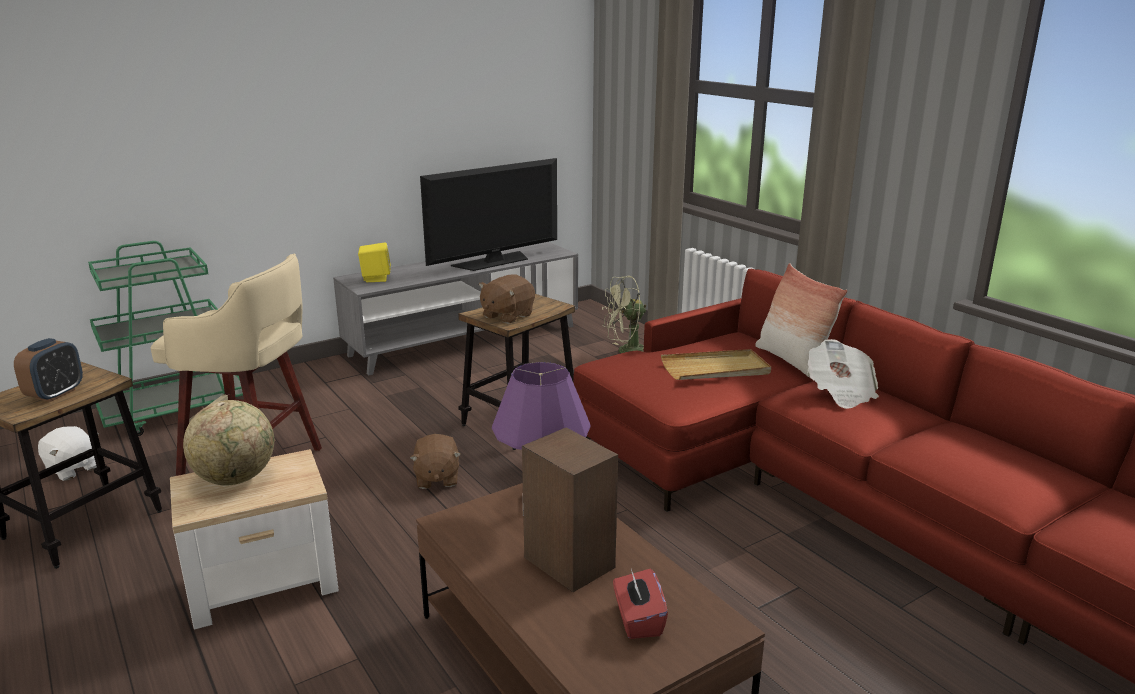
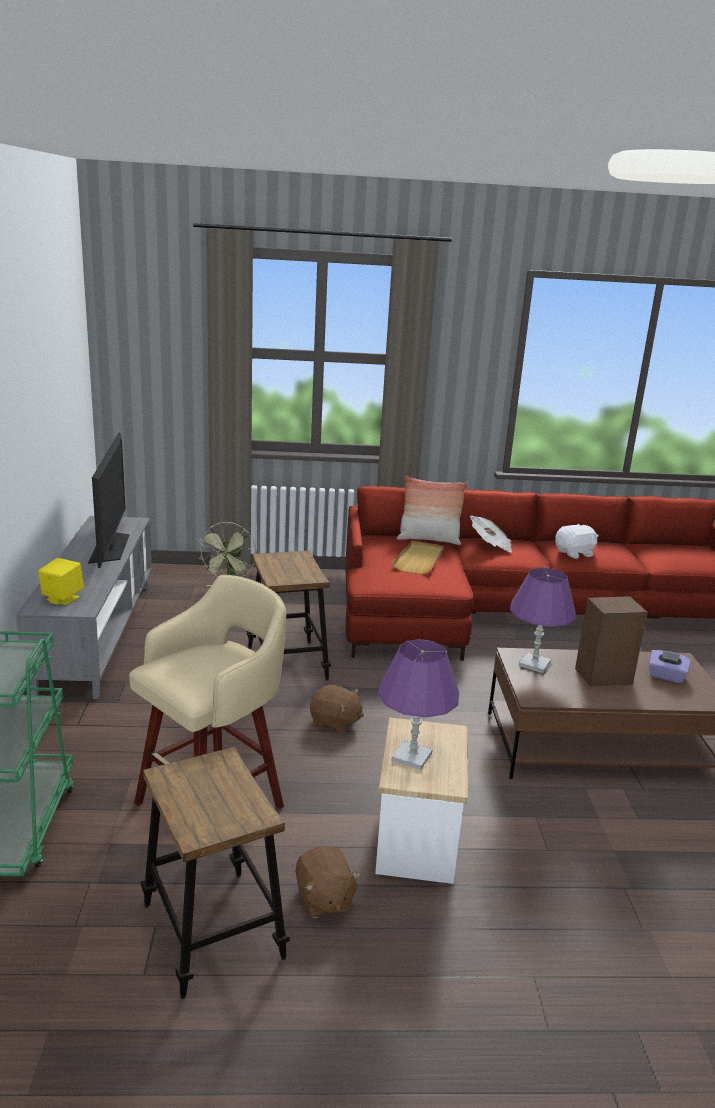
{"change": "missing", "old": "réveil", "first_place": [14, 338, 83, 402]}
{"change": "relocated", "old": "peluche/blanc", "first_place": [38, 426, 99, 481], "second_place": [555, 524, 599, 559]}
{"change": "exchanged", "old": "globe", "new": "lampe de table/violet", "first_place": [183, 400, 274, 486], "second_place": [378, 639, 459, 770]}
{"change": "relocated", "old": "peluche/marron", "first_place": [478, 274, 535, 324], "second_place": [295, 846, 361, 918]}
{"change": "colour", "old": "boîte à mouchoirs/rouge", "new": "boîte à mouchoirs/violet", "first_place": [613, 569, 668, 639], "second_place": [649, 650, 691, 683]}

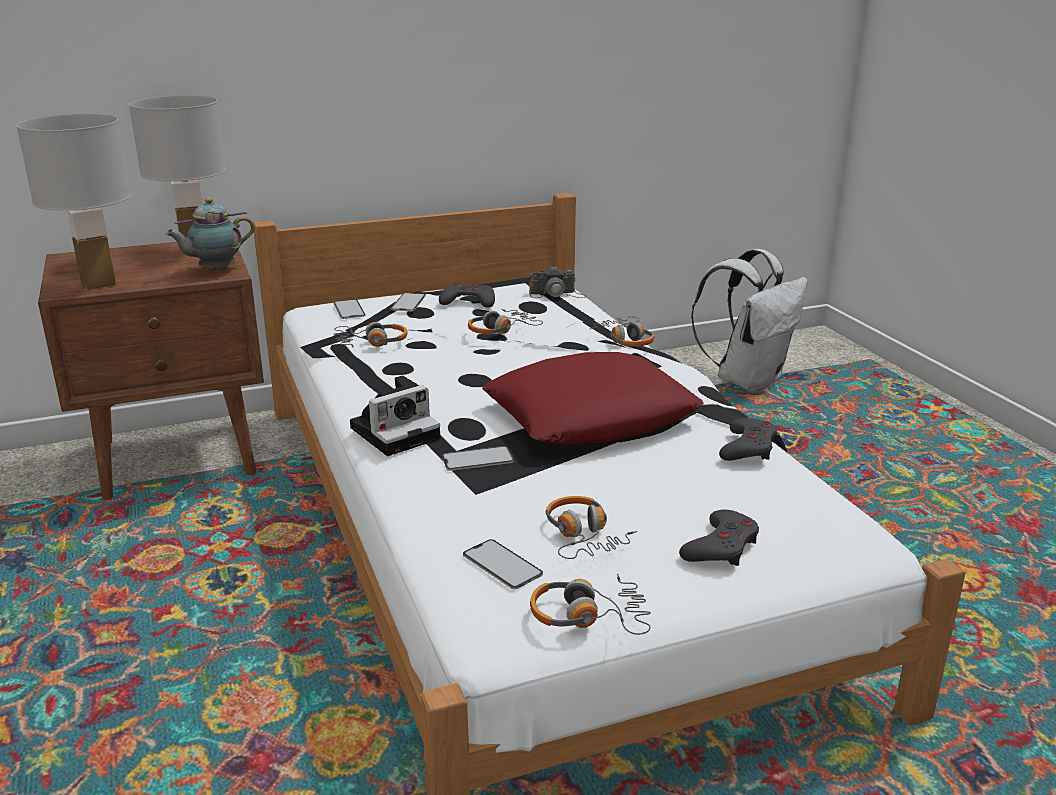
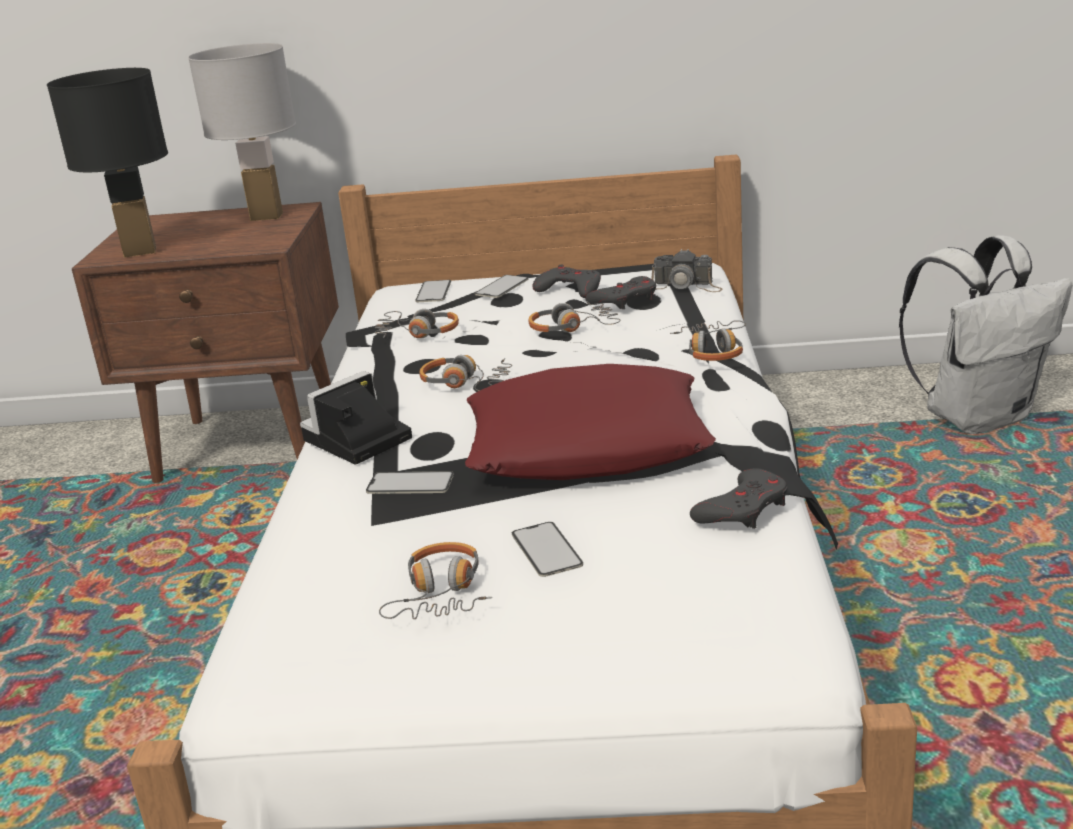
{"change": "colour", "old": "lampe de table/blanc", "new": "lampe de table/noir", "first_place": [16, 114, 131, 290], "second_place": [47, 68, 168, 258]}
{"change": "missing", "old": "théière", "first_place": [165, 198, 255, 272]}
{"change": "spun", "old": "appareil photo", "first_place": [350, 375, 440, 456], "second_place": [300, 371, 412, 465], "degrees": 150}
{"change": "relocated", "old": "téléphone", "first_place": [463, 539, 543, 589], "second_place": [512, 522, 583, 577]}
{"change": "relocated", "old": "casque audio", "first_place": [530, 574, 651, 635], "second_place": [419, 355, 512, 391]}
{"change": "relocated", "old": "manette/gris", "first_place": [679, 510, 759, 566], "second_place": [586, 276, 656, 309]}

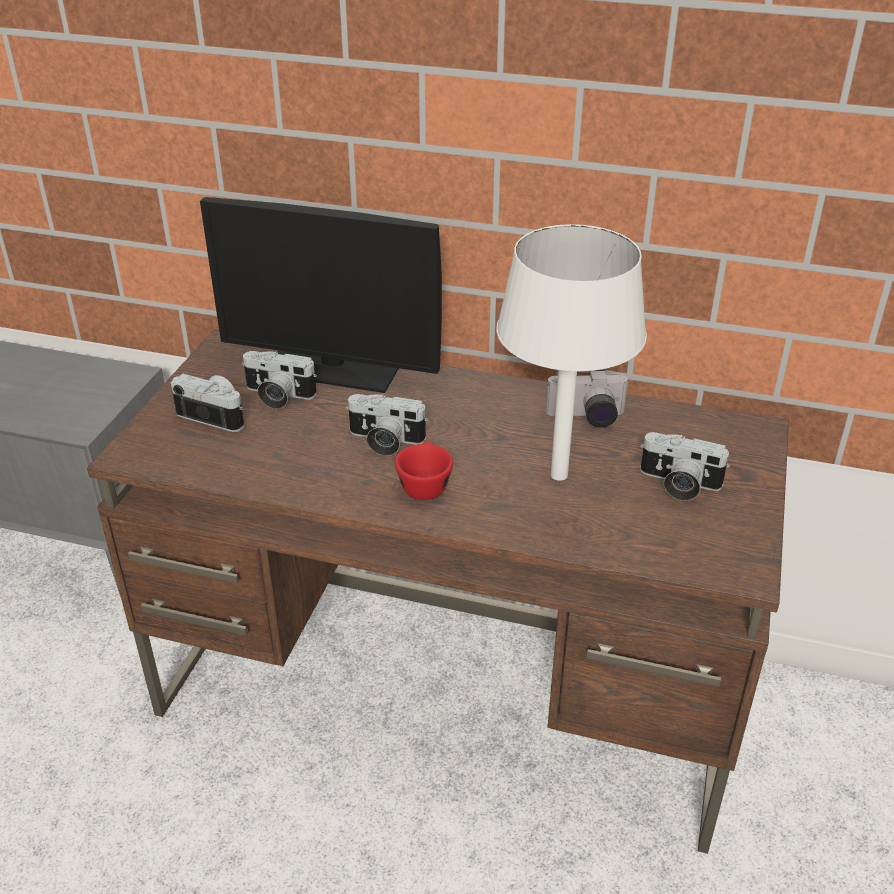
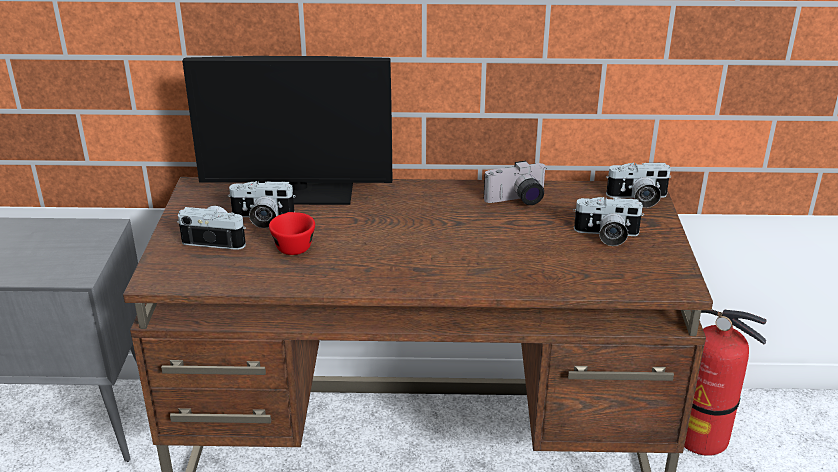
{"change": "relocated", "old": "appareil photo", "first_place": [346, 394, 428, 456], "second_place": [606, 162, 671, 208]}
{"change": "relocated", "old": "tasse/rouge", "first_place": [395, 441, 453, 500], "second_place": [269, 212, 315, 255]}
{"change": "missing", "old": "lampe de table/blanc", "first_place": [496, 224, 647, 481]}
{"change": "appeared", "new": "extincteur", "second_place": [684, 310, 767, 456]}

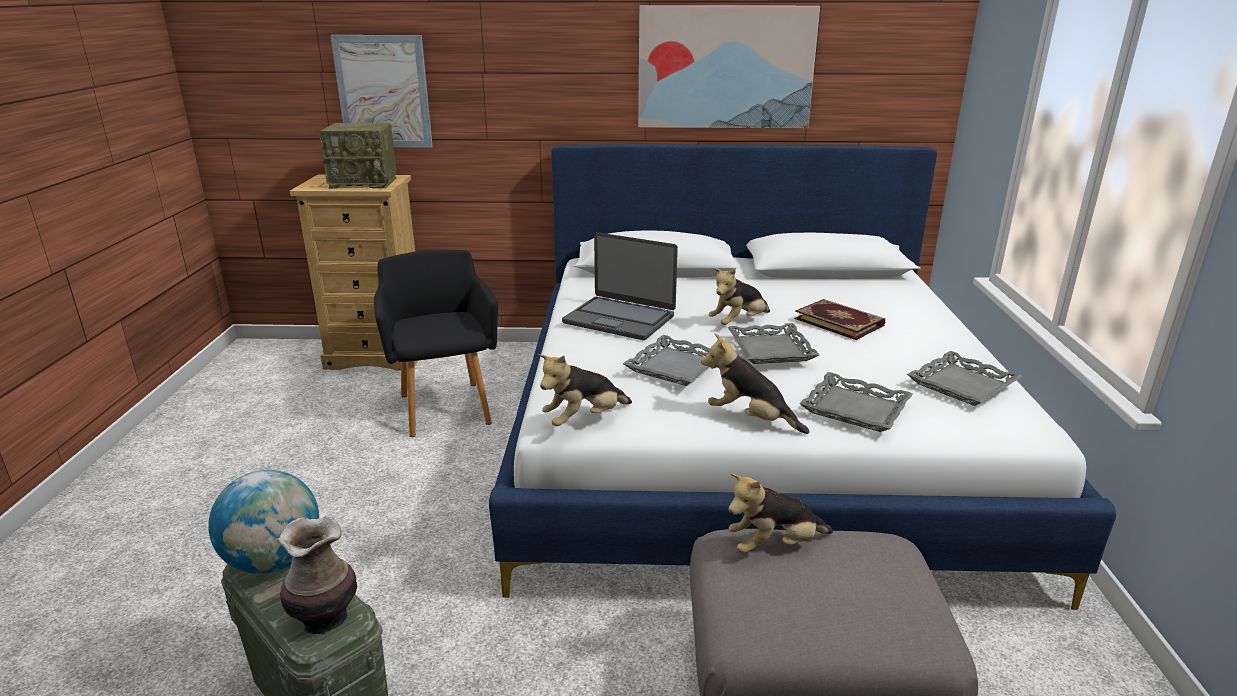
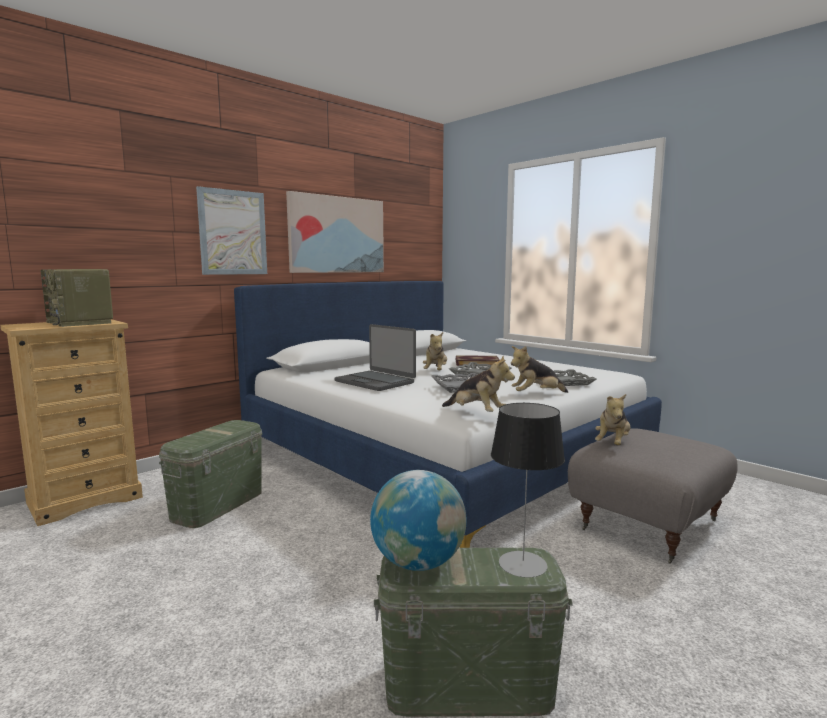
{"change": "exchanged", "old": "vase", "new": "lampe de table", "first_place": [277, 516, 357, 635], "second_place": [491, 403, 565, 578]}
{"change": "spun", "old": "radio", "first_place": [319, 123, 397, 189], "second_place": [41, 269, 113, 327], "degrees": 90}
{"change": "relocated", "old": "tableau", "first_place": [330, 35, 433, 148], "second_place": [196, 186, 267, 275]}
{"change": "exchanged", "old": "fauteuil/noir", "new": "boîte de rangement/vert", "first_place": [374, 250, 498, 437], "second_place": [159, 420, 262, 528]}
{"change": "spun", "old": "peluche", "first_place": [539, 354, 632, 426], "second_place": [442, 355, 515, 412], "degrees": -60}
{"change": "spun", "old": "ordinateur portable", "first_place": [562, 232, 678, 340], "second_place": [335, 324, 416, 391], "degrees": 60}
{"change": "missing", "old": "plateau/gris", "first_place": [907, 351, 1023, 406]}

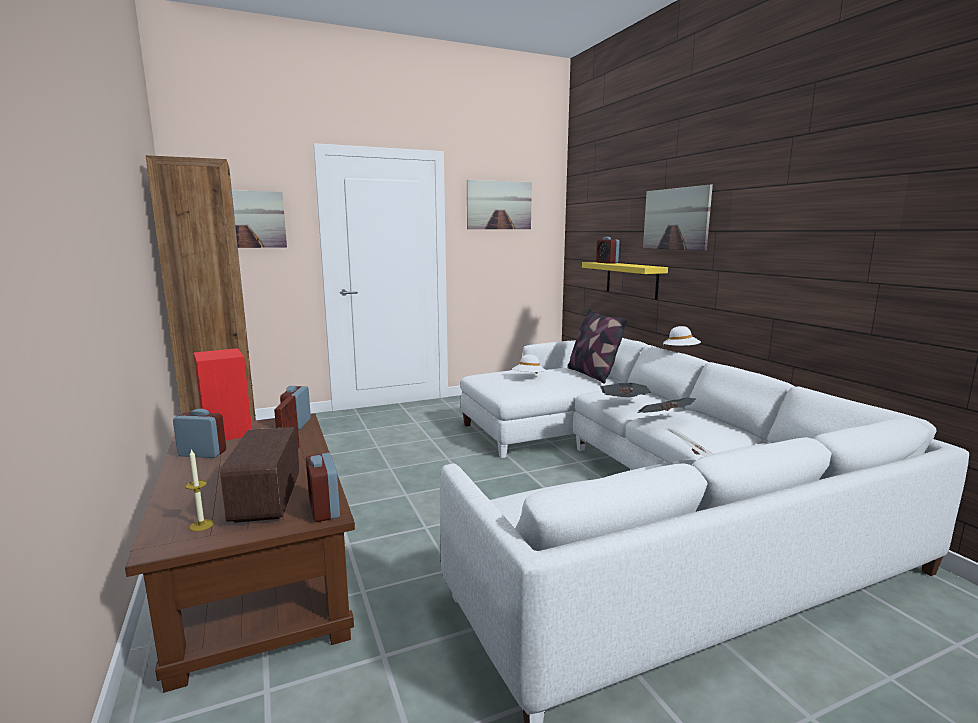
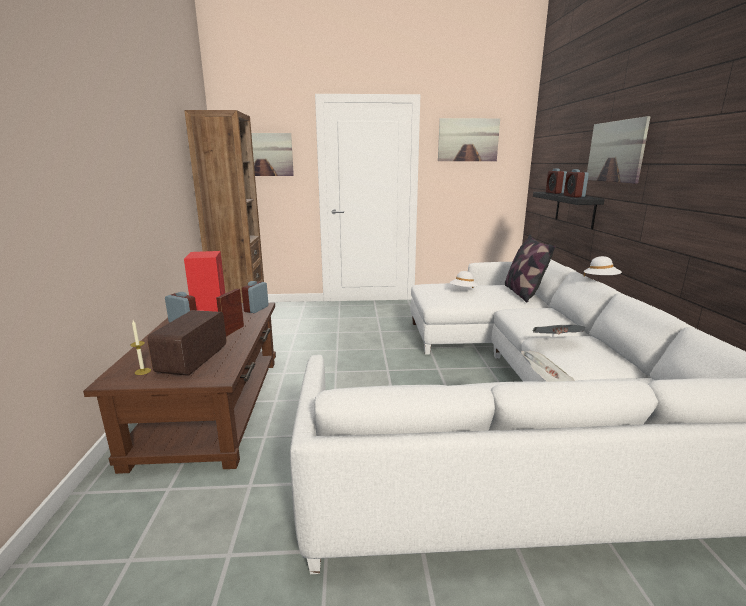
{"change": "relocated", "old": "réveil", "first_place": [306, 453, 340, 522], "second_place": [564, 169, 589, 197]}
{"change": "colour", "old": "étagère/jaune", "new": "étagère/noir", "first_place": [582, 262, 668, 299], "second_place": [533, 192, 605, 229]}
{"change": "missing", "old": "journal", "first_place": [600, 383, 650, 397]}

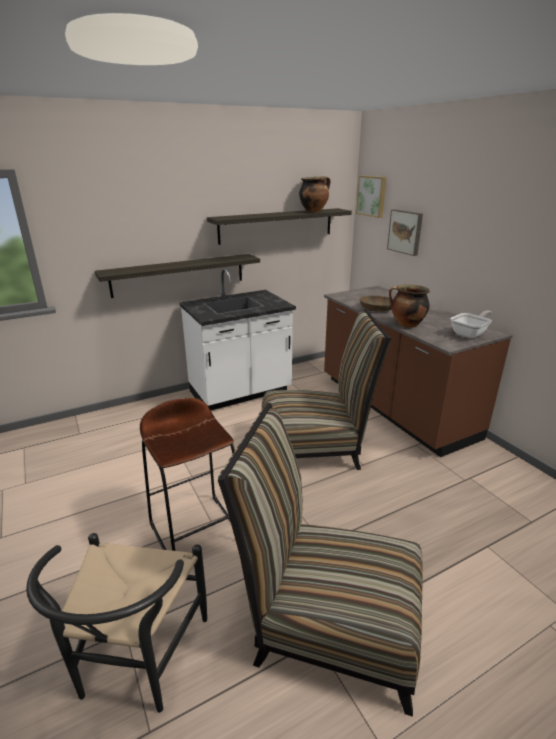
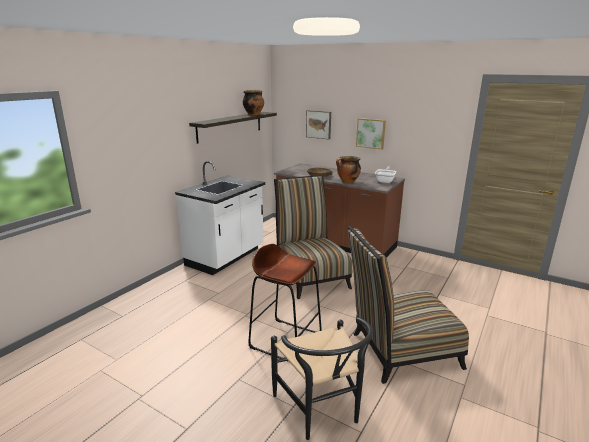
{"change": "missing", "old": "étagère", "first_place": [95, 254, 260, 298]}
{"change": "spun", "old": "chaise", "first_place": [262, 309, 391, 470], "second_place": [274, 175, 352, 299], "degrees": -75}
{"change": "relocated", "old": "tableau", "first_place": [356, 176, 386, 218], "second_place": [356, 118, 386, 150]}

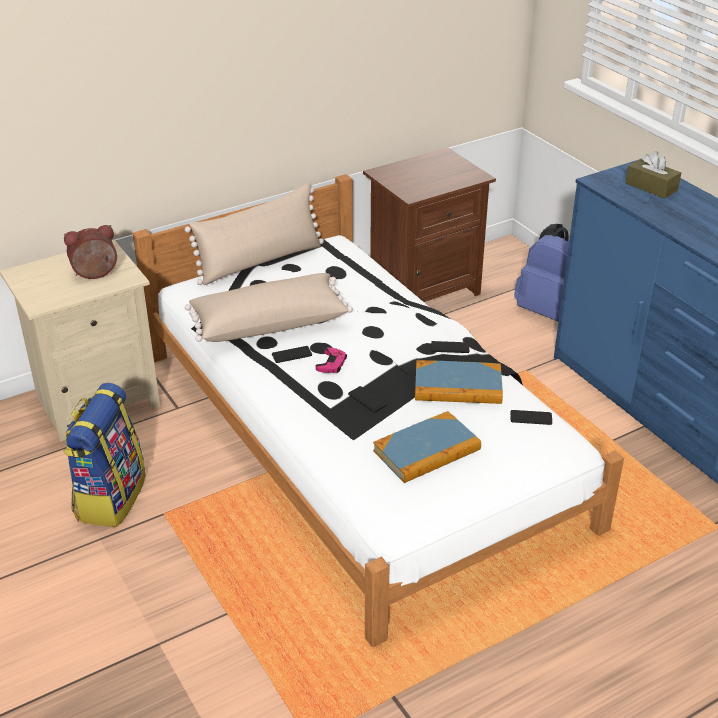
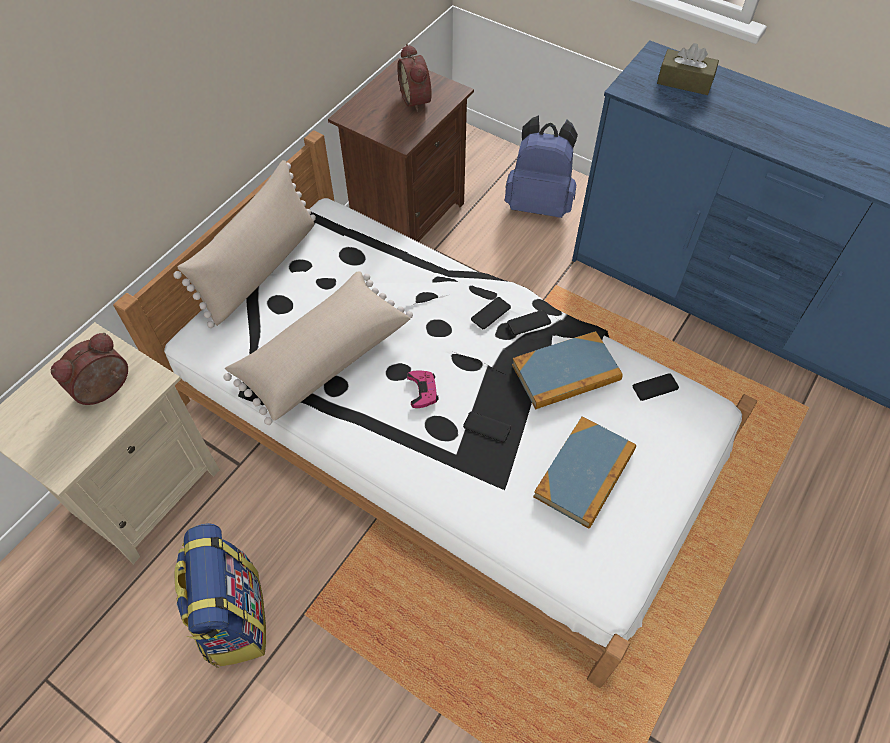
{"change": "relocated", "old": "téléphone", "first_place": [272, 346, 312, 363], "second_place": [471, 297, 511, 329]}
{"change": "appeared", "new": "réveil", "second_place": [397, 44, 432, 112]}

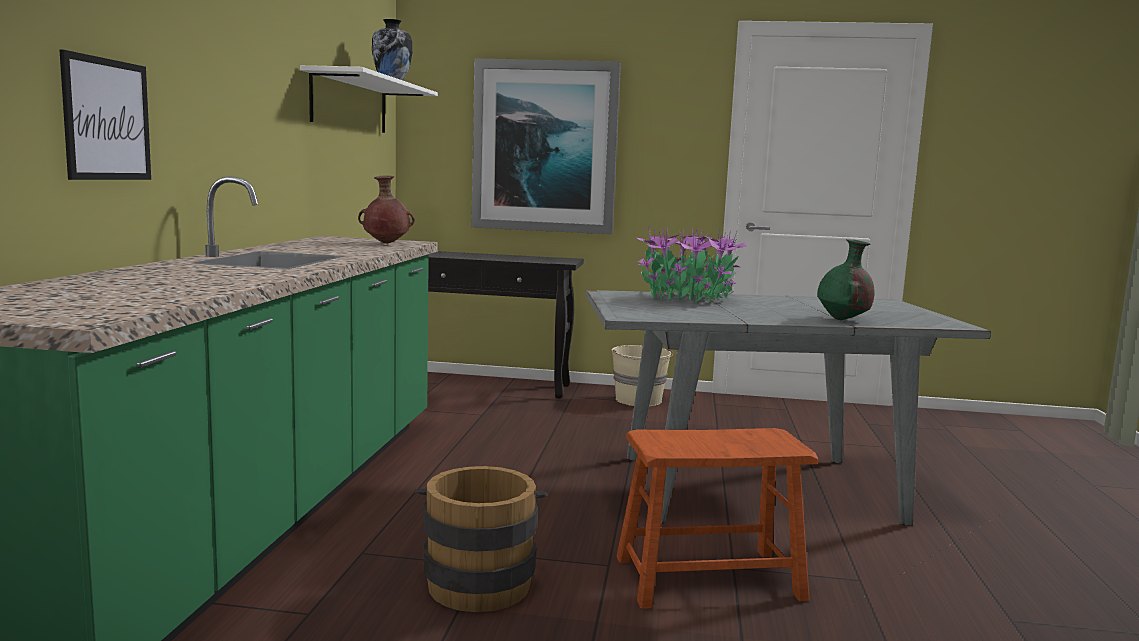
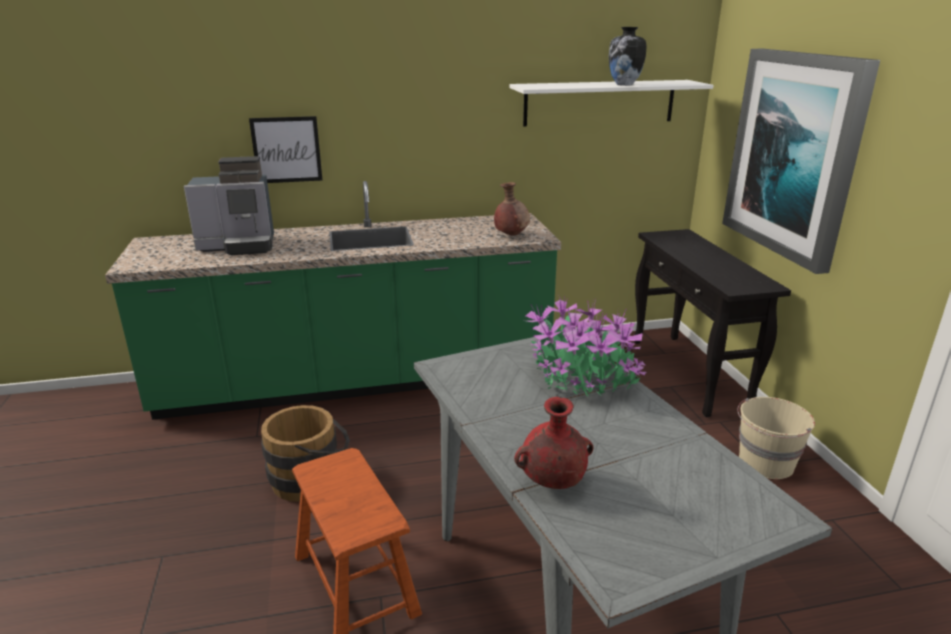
{"change": "colour", "old": "vase/vert", "new": "vase/rouge", "first_place": [817, 239, 875, 320], "second_place": [514, 397, 594, 489]}
{"change": "appeared", "new": "machine à café", "second_place": [184, 156, 274, 255]}

